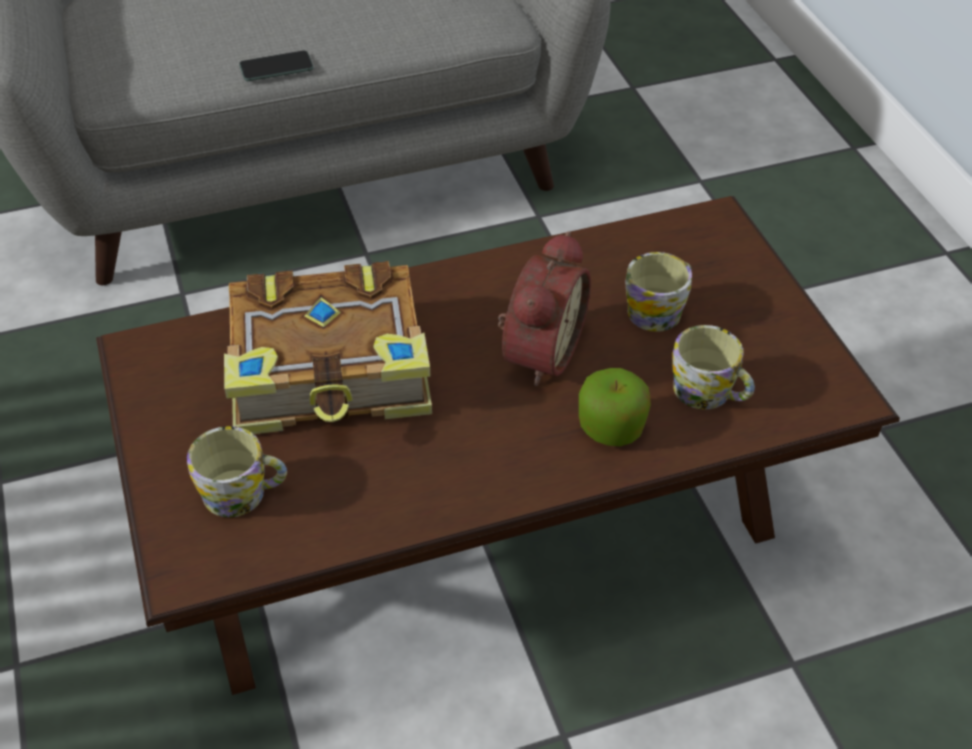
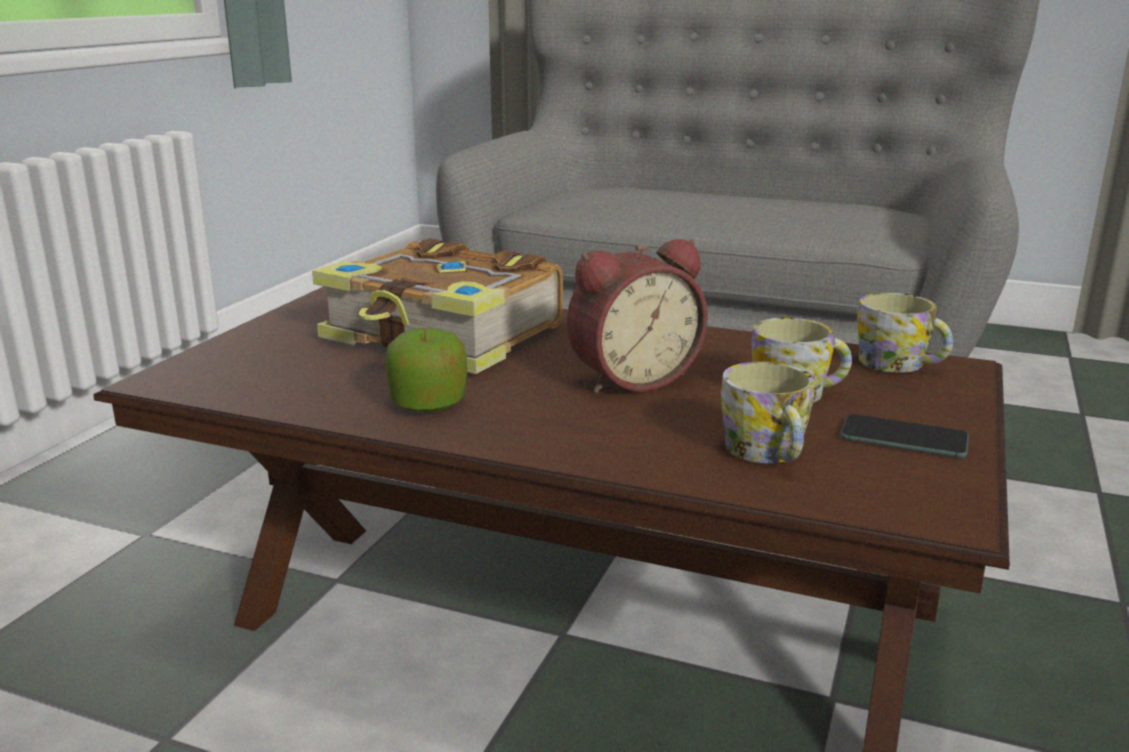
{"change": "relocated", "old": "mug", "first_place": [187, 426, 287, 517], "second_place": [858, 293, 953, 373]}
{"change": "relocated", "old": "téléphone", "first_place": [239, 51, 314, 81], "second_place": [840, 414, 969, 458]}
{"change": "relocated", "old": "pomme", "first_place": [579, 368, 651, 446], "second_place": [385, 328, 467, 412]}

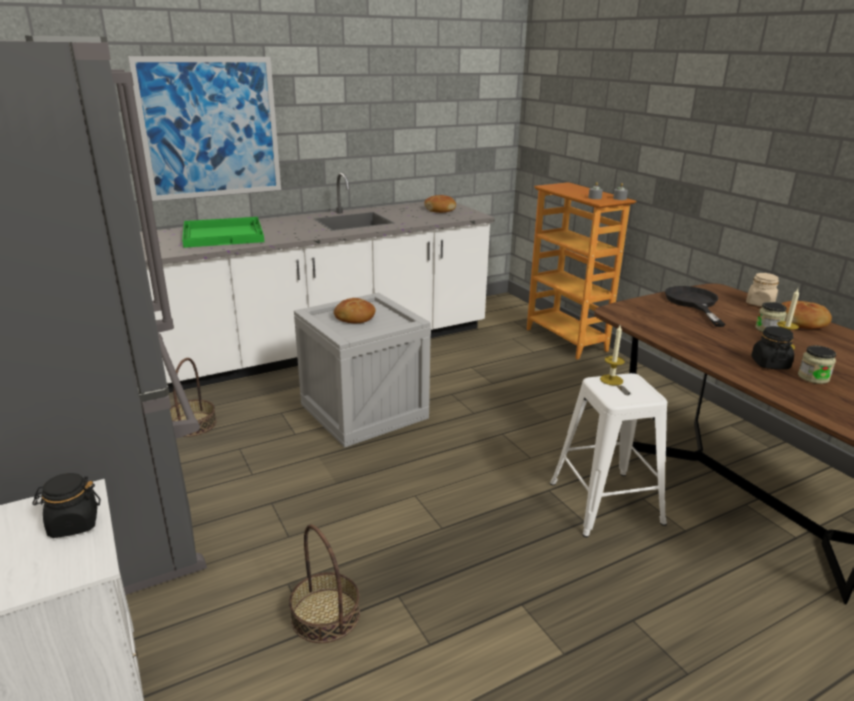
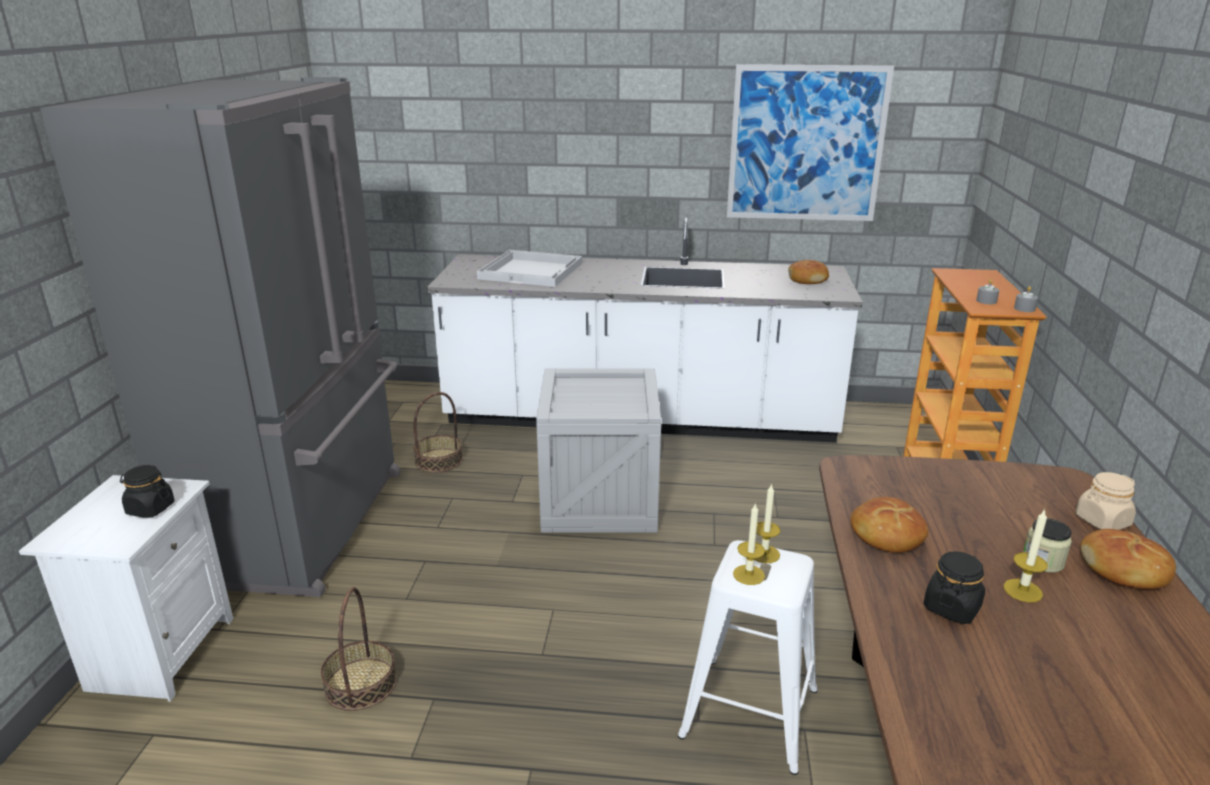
{"change": "relocated", "old": "tableau", "first_place": [128, 56, 281, 201], "second_place": [727, 64, 894, 221]}
{"change": "colour", "old": "plateau/vert", "new": "plateau/blanc", "first_place": [182, 217, 264, 248], "second_place": [477, 250, 582, 287]}
{"change": "relocated", "old": "pain", "first_place": [334, 298, 375, 323], "second_place": [850, 497, 929, 553]}
{"change": "missing", "old": "poêle/noir", "first_place": [665, 286, 725, 327]}
{"change": "missing", "old": "bocal", "first_place": [798, 346, 836, 384]}
{"change": "appeared", "new": "bougie", "second_place": [733, 503, 765, 585]}

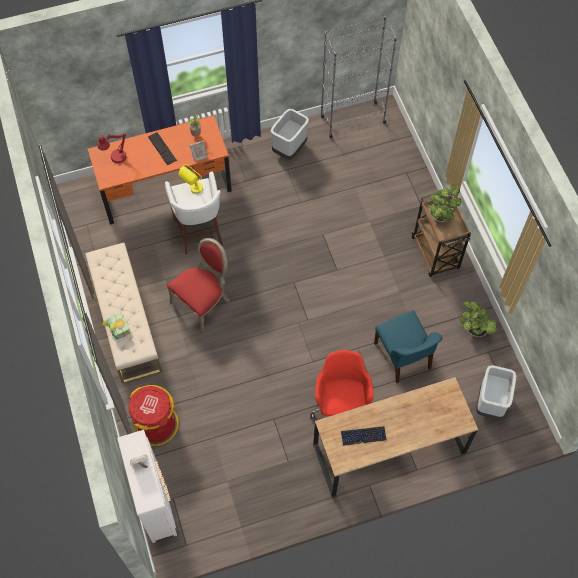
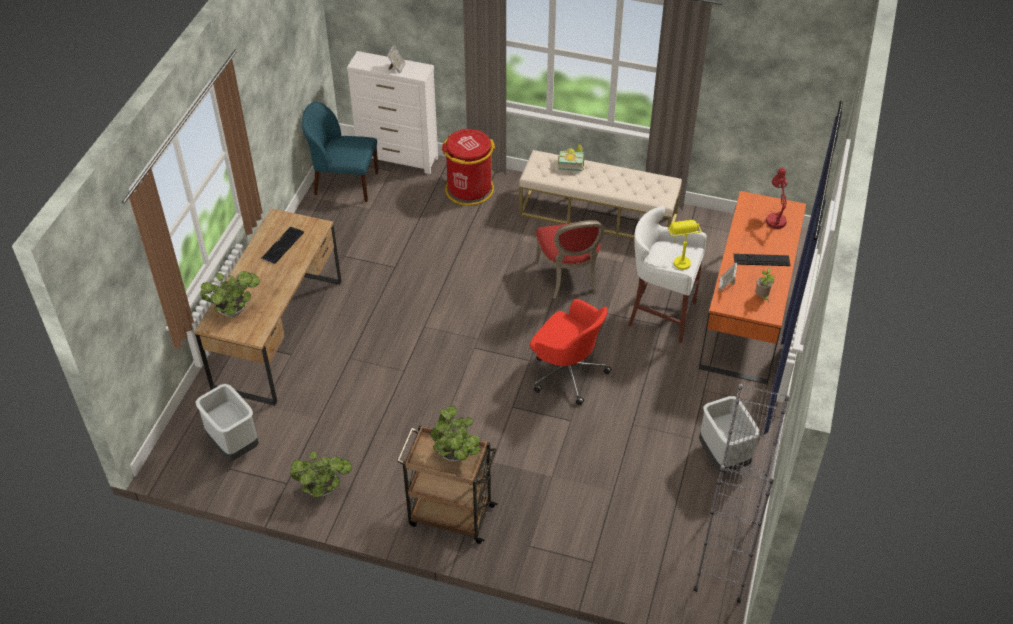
{"change": "relocated", "old": "chaise de bureau/rouge", "first_place": [310, 350, 374, 419], "second_place": [530, 299, 612, 405]}
{"change": "relocated", "old": "chaise/bleu", "first_place": [374, 311, 442, 383], "second_place": [302, 102, 379, 202]}
{"change": "appeared", "new": "plante en pot", "second_place": [200, 271, 260, 317]}

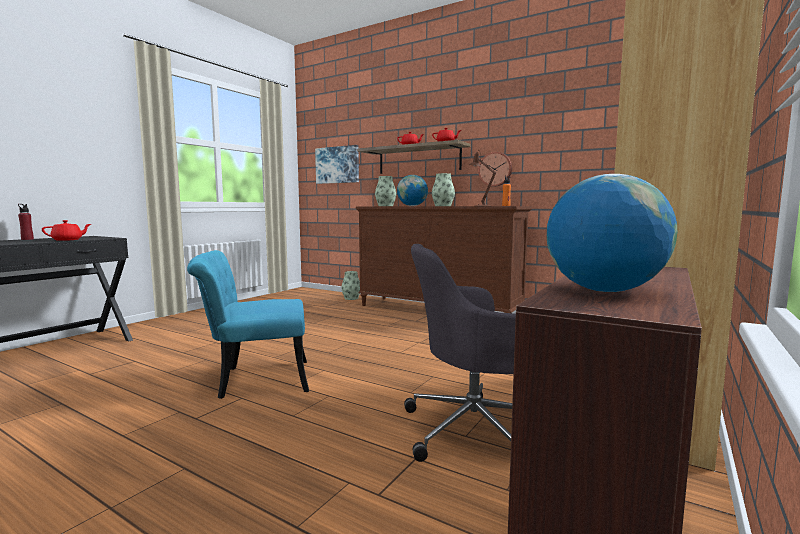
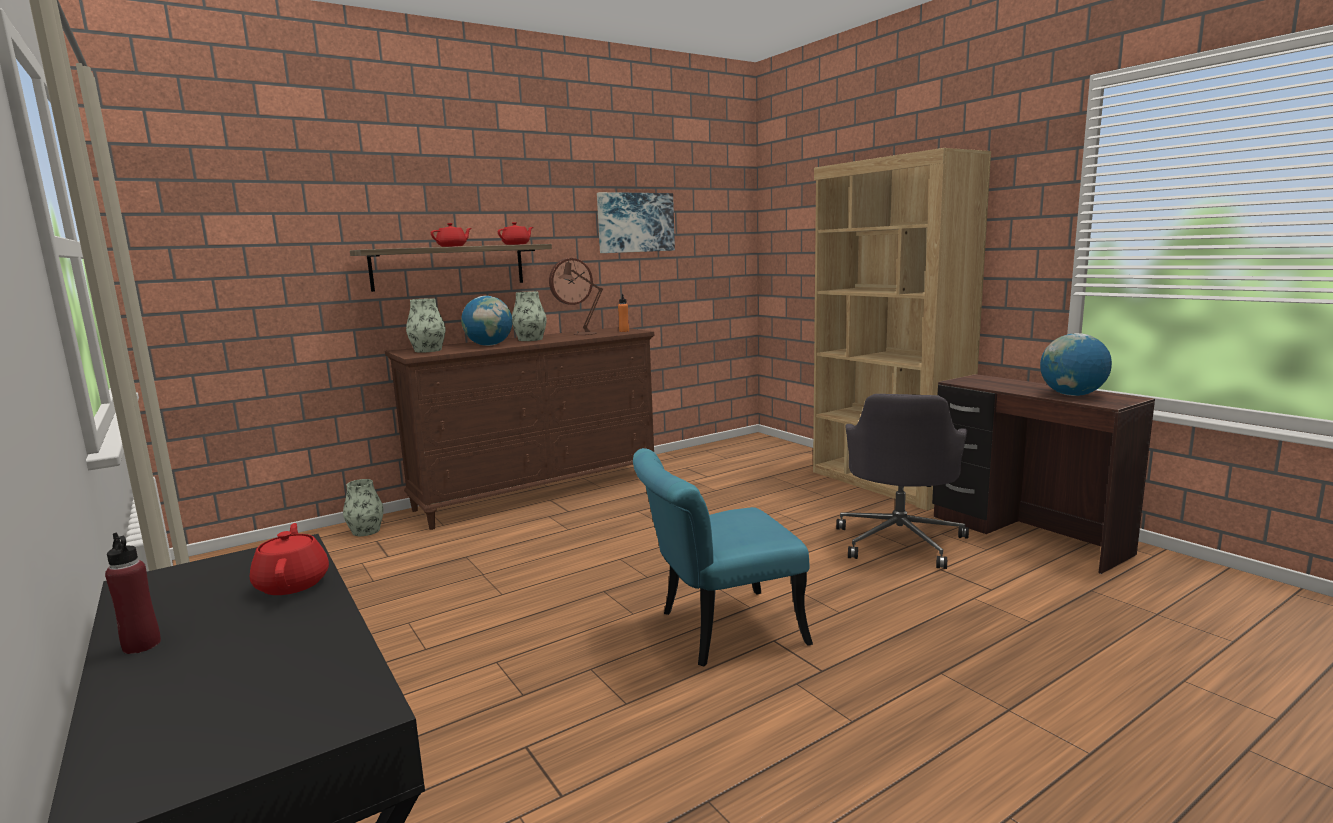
{"change": "spun", "old": "chaise/turquoise", "first_place": [187, 250, 309, 399], "second_place": [633, 448, 813, 666], "degrees": 60}
{"change": "relocated", "old": "tableau", "first_place": [315, 145, 359, 184], "second_place": [597, 192, 675, 253]}

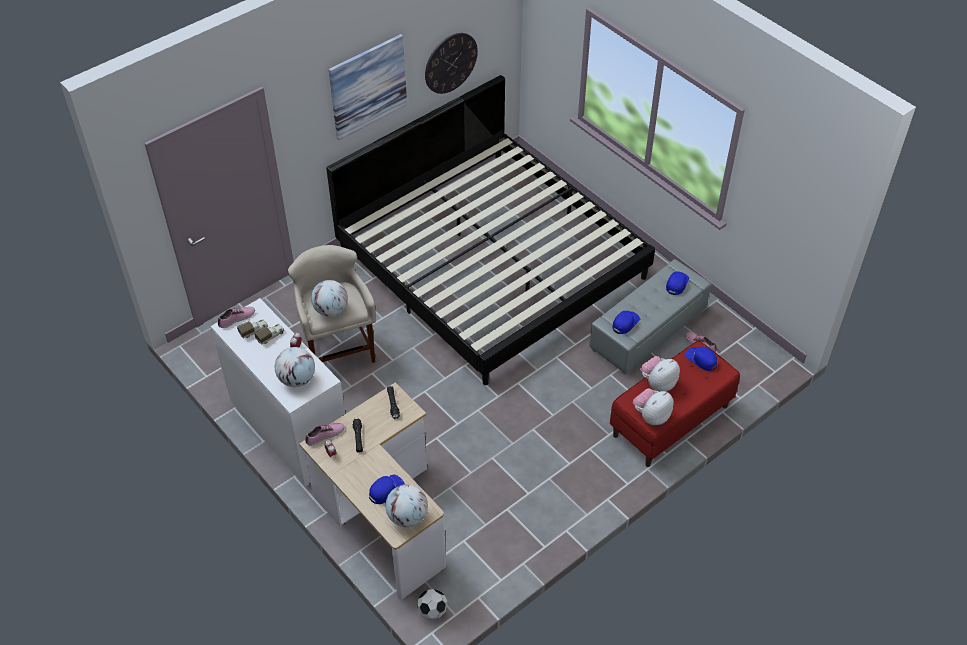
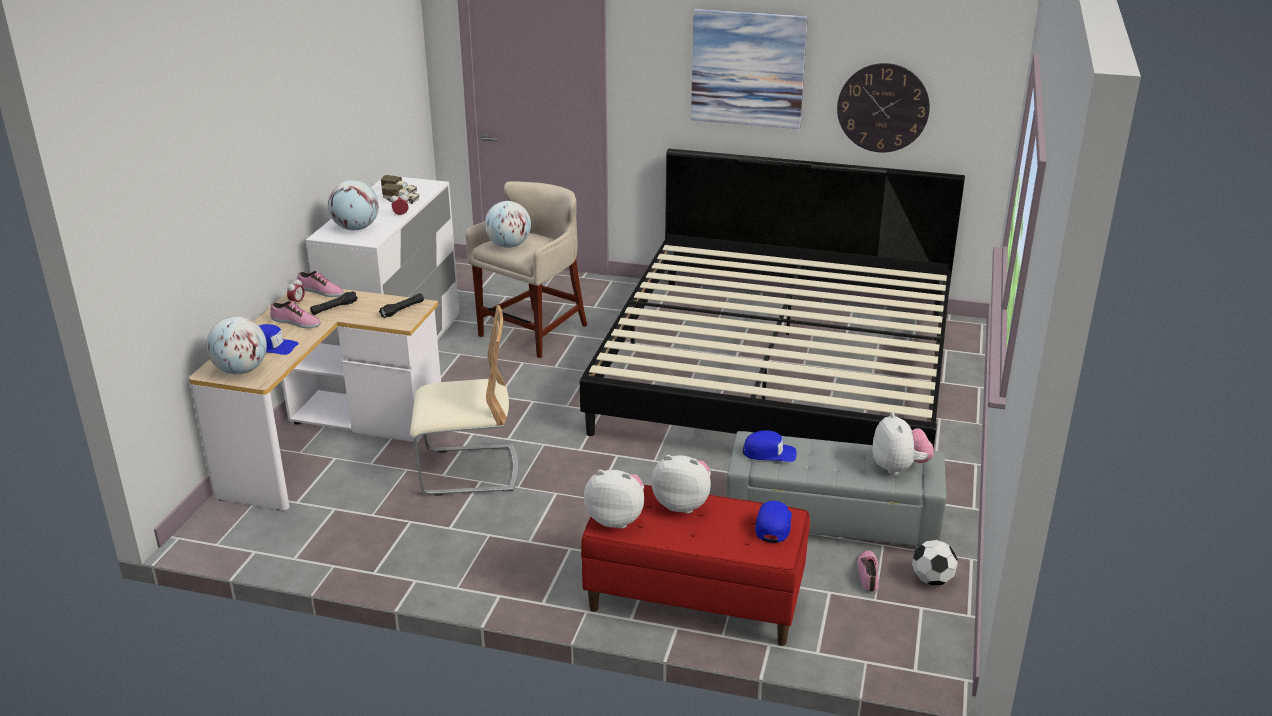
{"change": "relocated", "old": "chaussure", "first_place": [218, 307, 255, 328], "second_place": [270, 301, 321, 328]}
{"change": "relocated", "old": "ballon de foot", "first_place": [417, 589, 447, 619], "second_place": [912, 540, 958, 586]}
{"change": "exchanged", "old": "casquette/bleu", "new": "peluche", "first_place": [666, 272, 689, 295], "second_place": [873, 412, 934, 475]}
{"change": "appeared", "new": "chaise/beige", "second_place": [410, 305, 518, 496]}

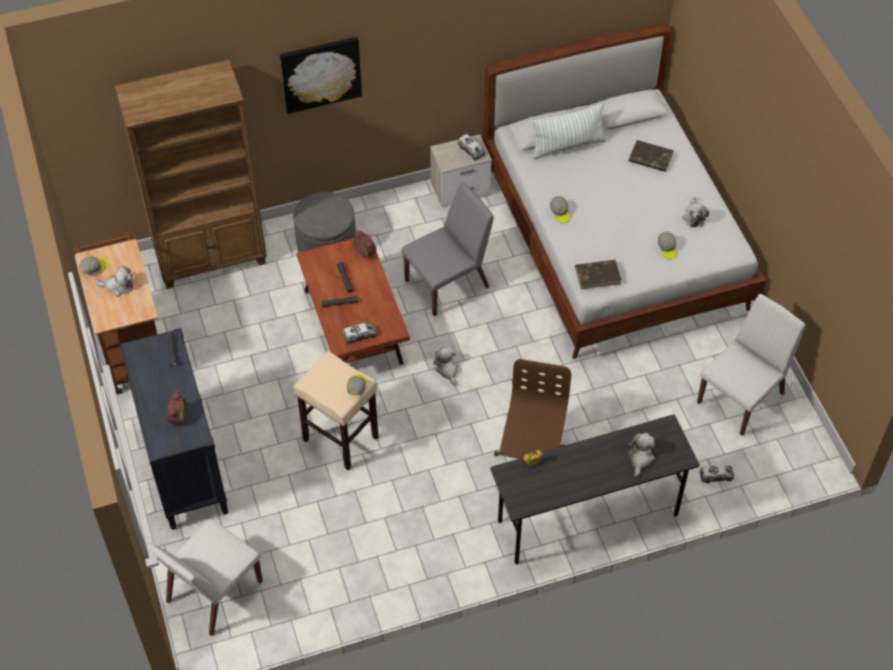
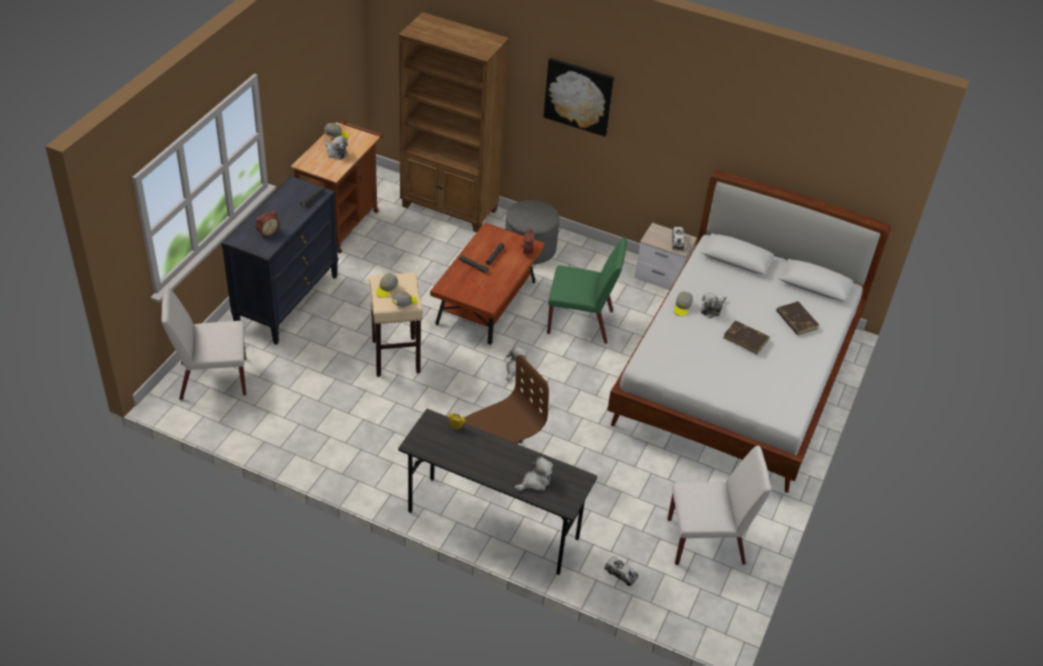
{"change": "missing", "old": "camion jouet", "first_place": [343, 323, 377, 344]}
{"change": "colour", "old": "chaise/gris", "new": "chaise/vert", "first_place": [402, 182, 494, 316], "second_place": [547, 237, 627, 344]}
{"change": "missing", "old": "coussin", "first_place": [531, 103, 606, 159]}
{"change": "relocated", "old": "livre/marron", "first_place": [575, 260, 621, 289], "second_place": [723, 320, 770, 354]}
{"change": "relocated", "old": "casquette", "first_place": [658, 232, 677, 260], "second_place": [376, 273, 398, 298]}
{"change": "relocated", "old": "peluche", "first_place": [682, 197, 709, 227], "second_place": [701, 293, 726, 318]}

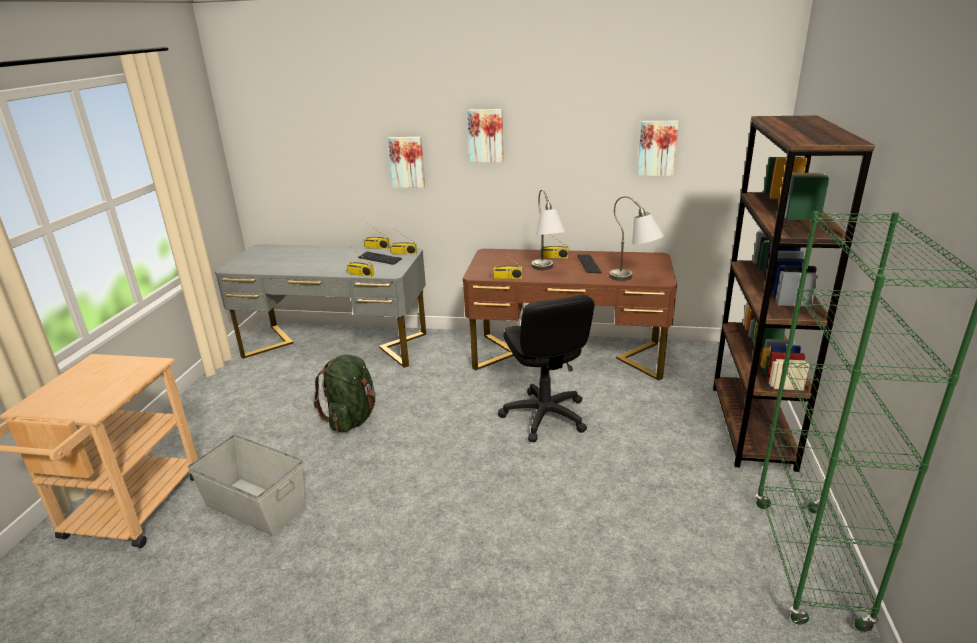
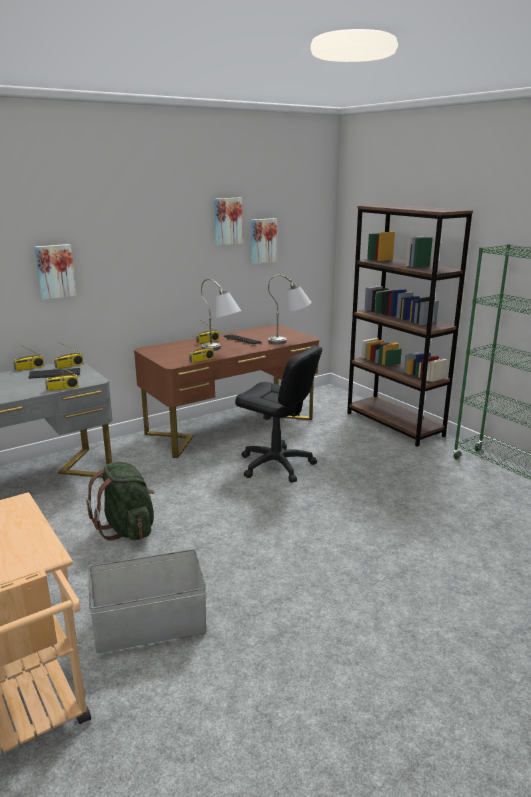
{"change": "relocated", "old": "tableau", "first_place": [467, 109, 504, 163], "second_place": [214, 198, 243, 245]}

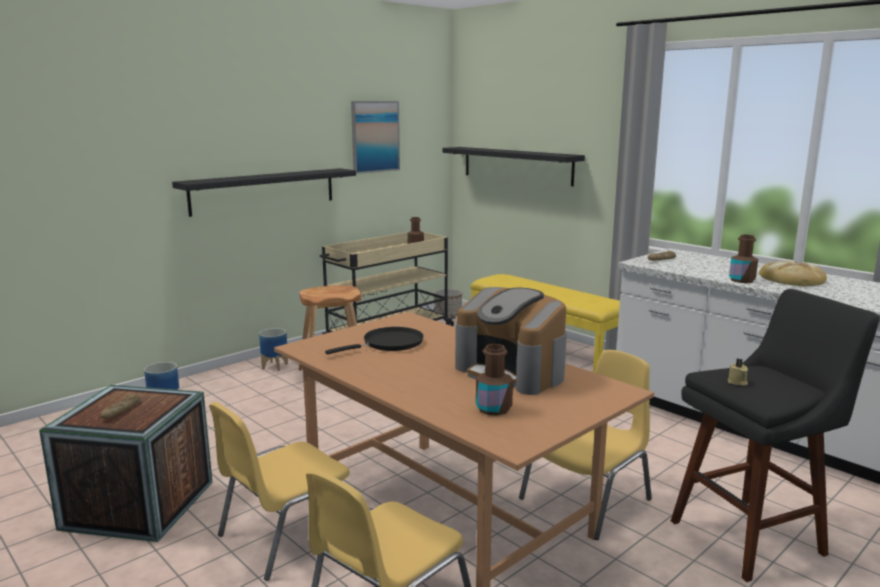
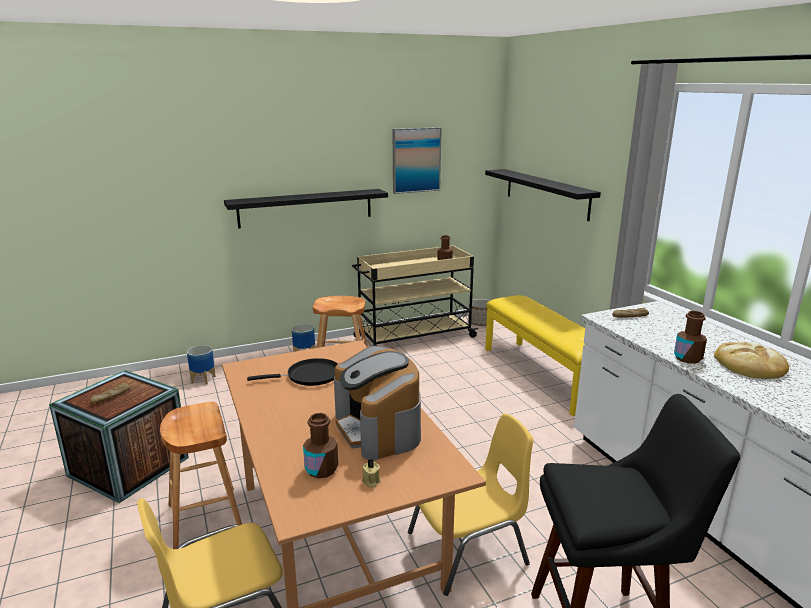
{"change": "exchanged", "old": "chaise/jaune", "new": "tabouret/marron", "first_place": [209, 402, 350, 581], "second_place": [160, 402, 242, 549]}
{"change": "relocated", "old": "bougie/beige", "first_place": [727, 359, 748, 386], "second_place": [362, 459, 381, 488]}

